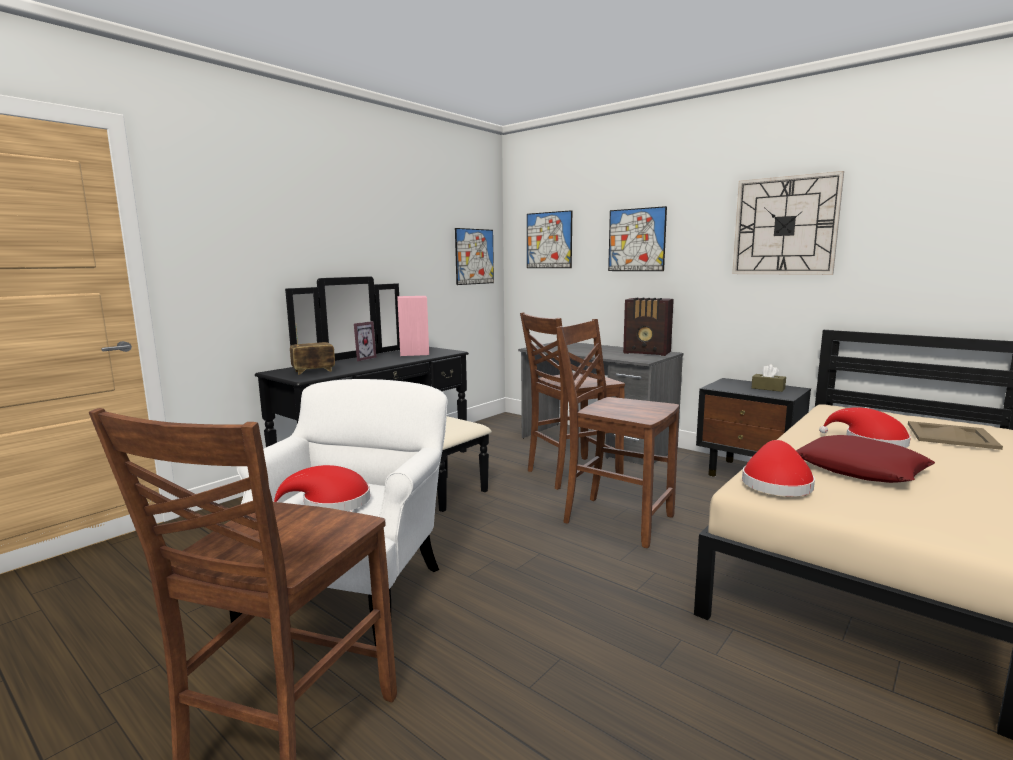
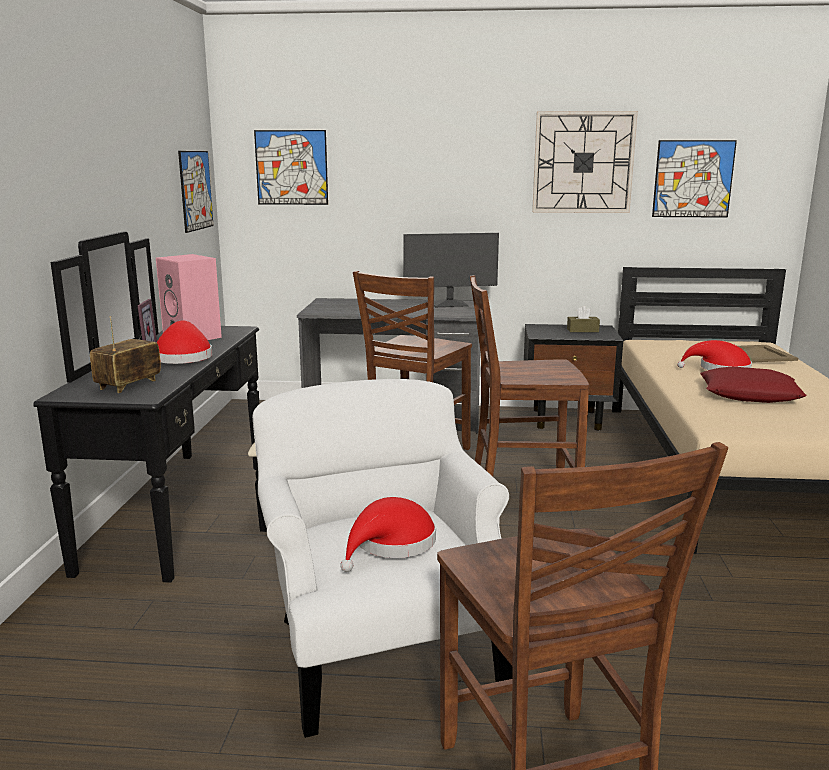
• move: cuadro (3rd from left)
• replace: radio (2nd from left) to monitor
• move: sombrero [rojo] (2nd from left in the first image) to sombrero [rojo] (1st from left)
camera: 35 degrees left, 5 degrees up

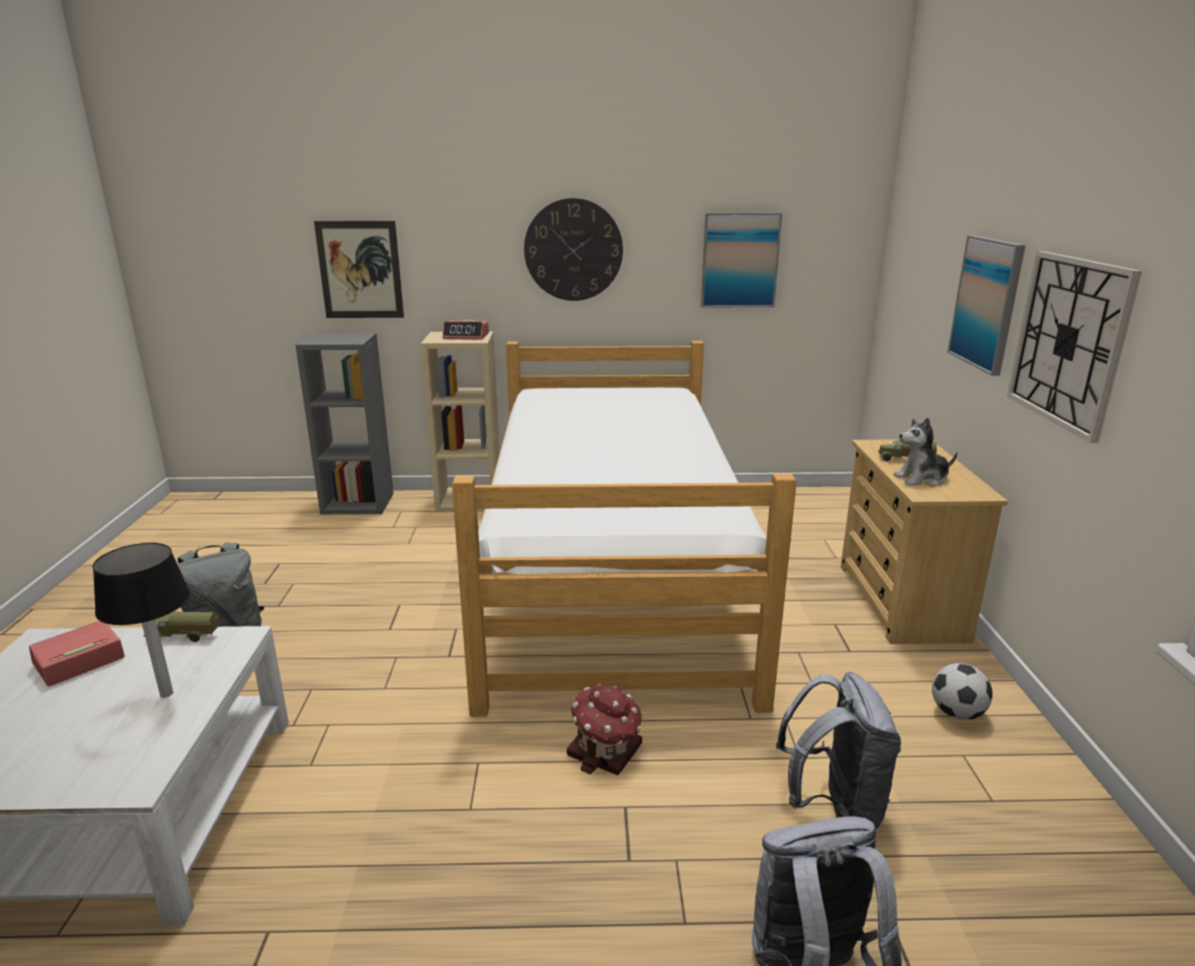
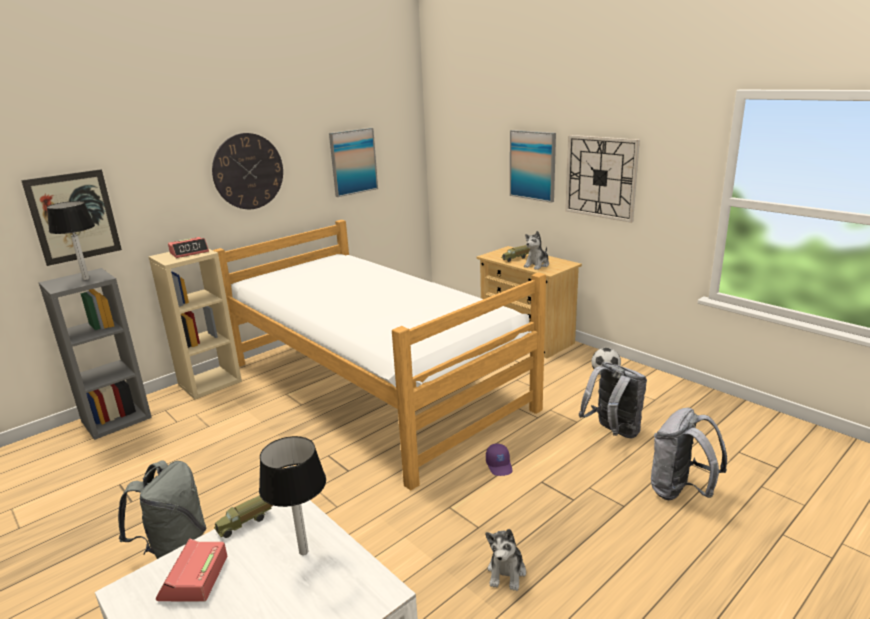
• replace: casita to gorra [morado]
• insert: lámpara de mesa (1st from left)
• insert: peluche (1st from left)
camera: 40 degrees left, 0 degrees up

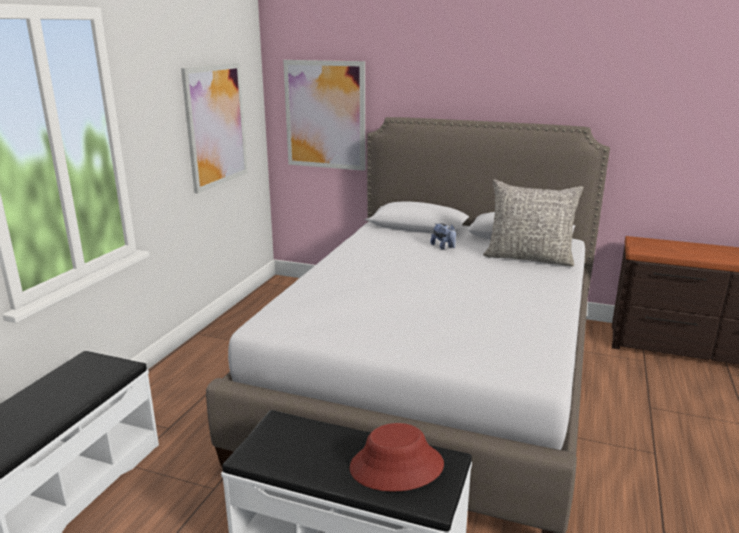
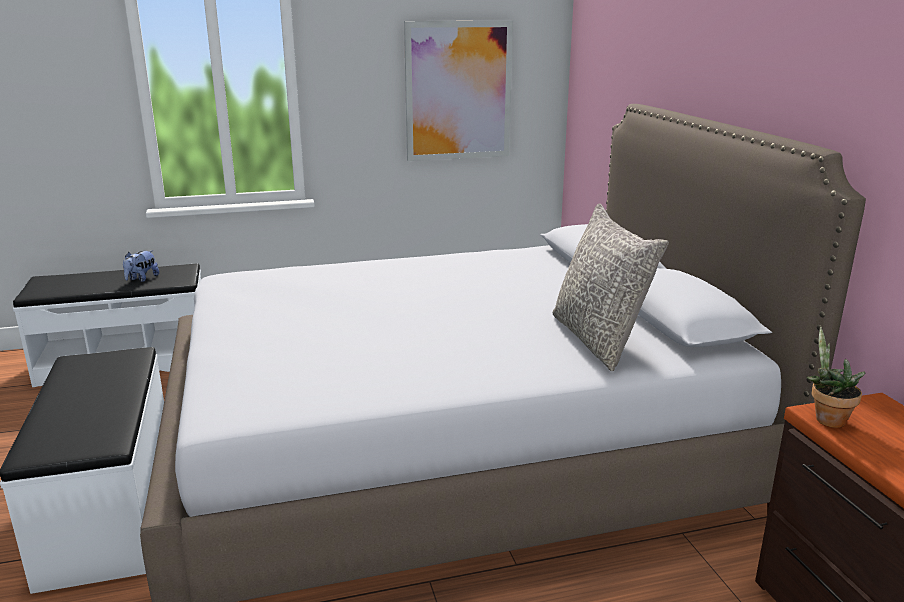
• delete: cuadro (2nd from left)
• move: peluche
• delete: sombrero [rojo]
• insert: planta en maceta
camera: 55 degrees right, 0 degrees up

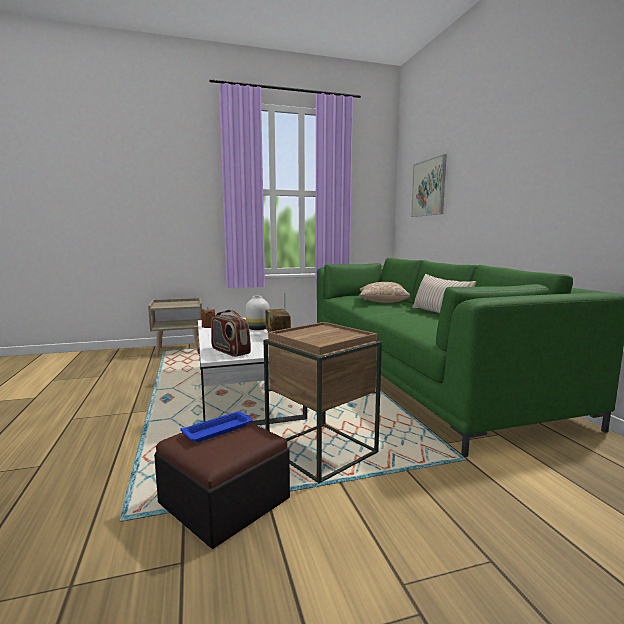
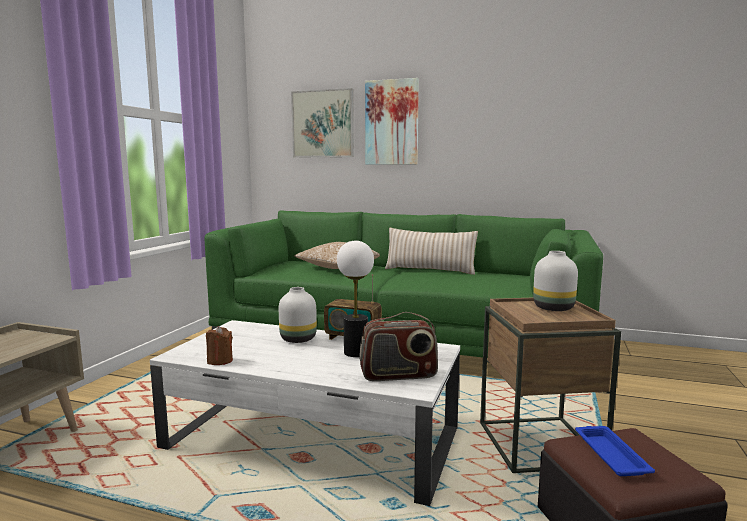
• insert: cuadro (2nd from left)
• insert: lámpara de mesa
• insert: florero [blanco] (2nd from left)
camera: 55 degrees left, 0 degrees up

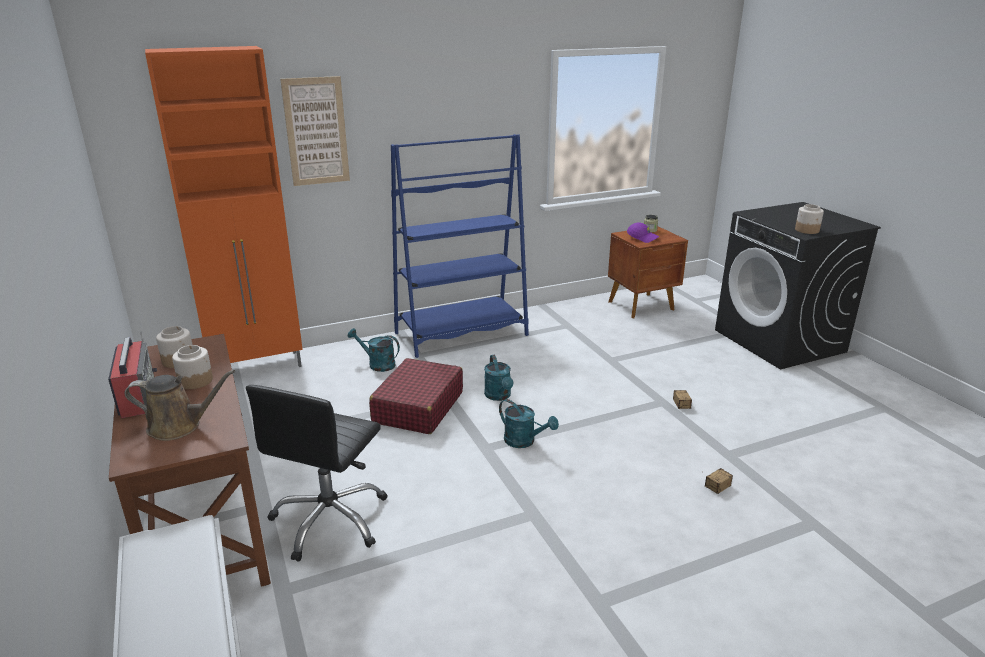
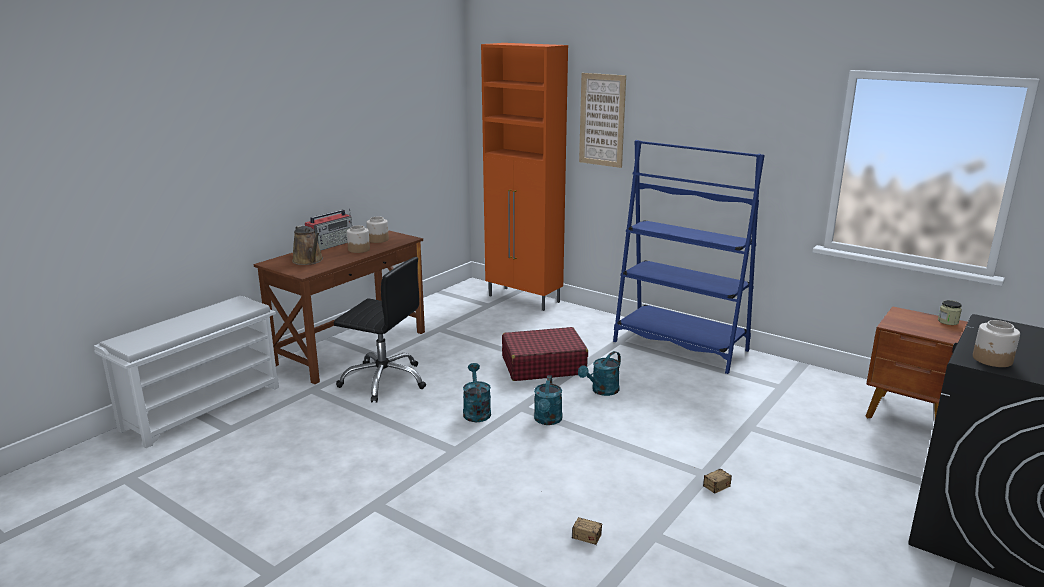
• delete: gorra [morado]
• move: regadera [turquesa] (1st from left)
• rotate: silla de oficina [negro] 150 degrees counterclockwise
camera: 60 degrees right, 5 degrees down

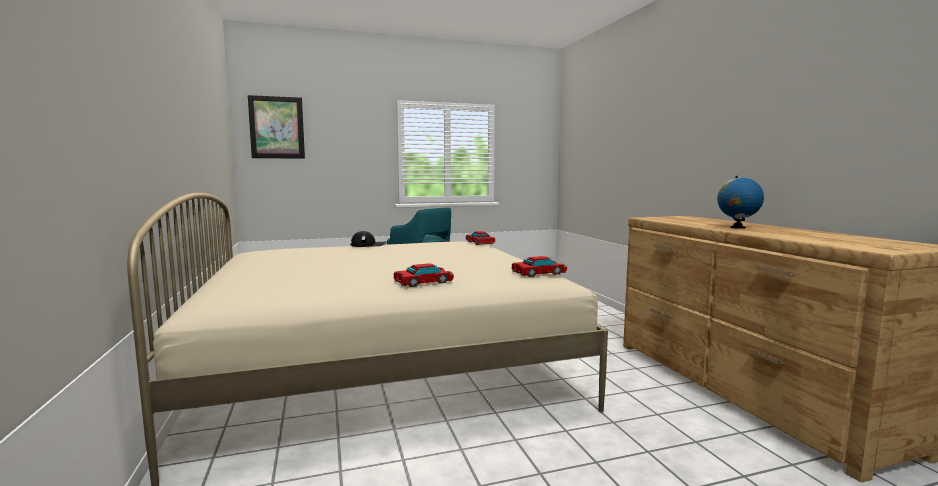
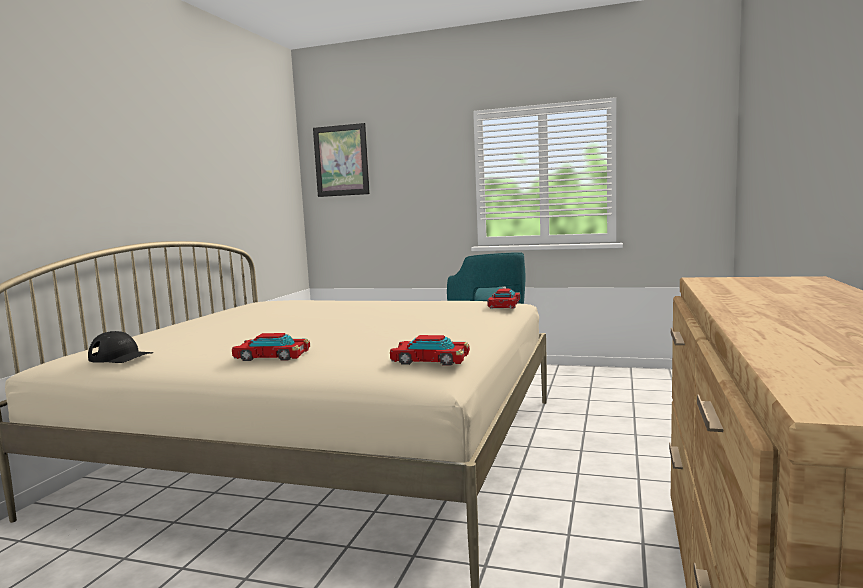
• delete: globo terráqueo
• move: gorra [negro]
camera: 35 degrees right, 0 degrees up

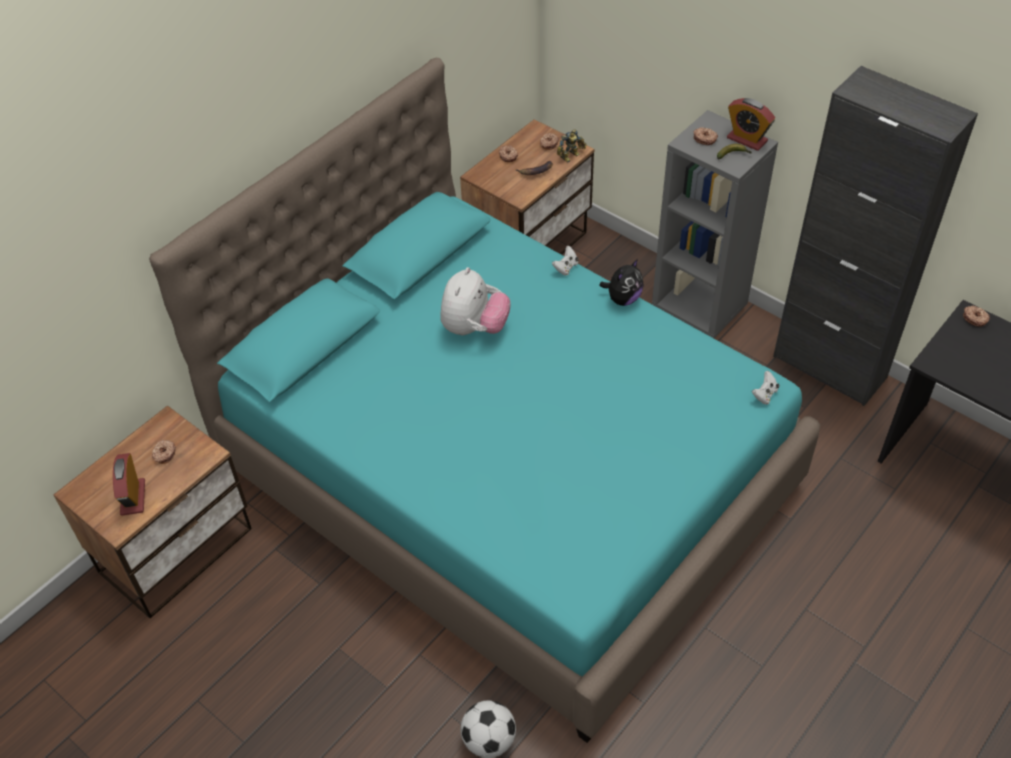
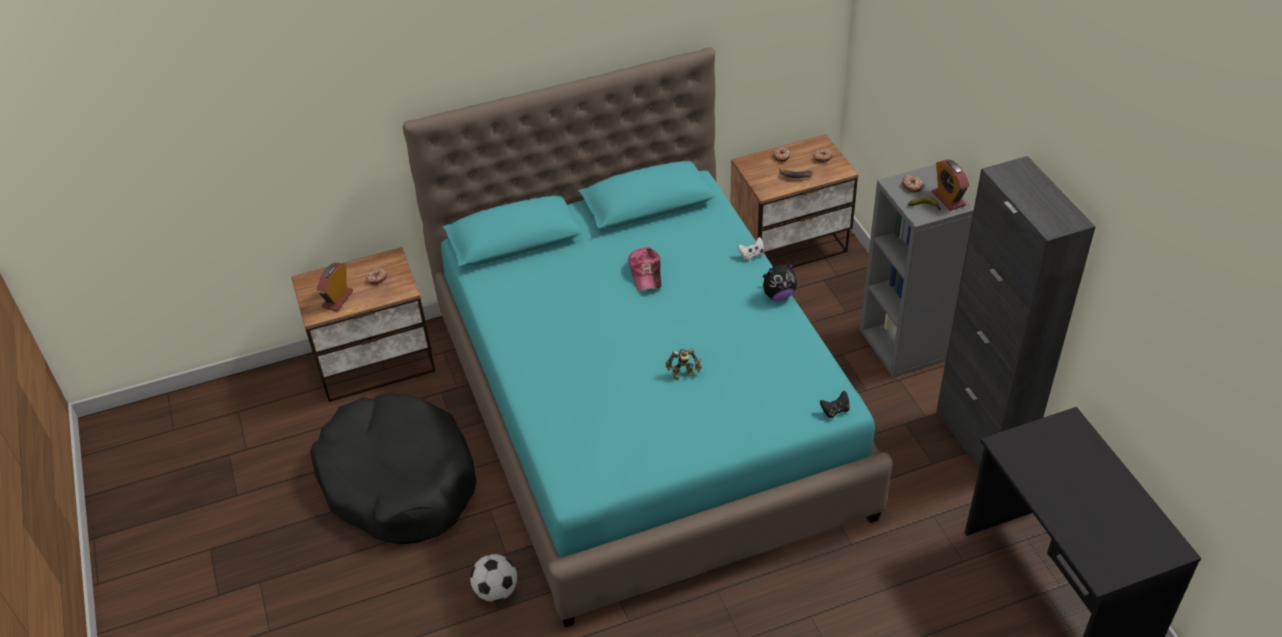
• move: robot de juguete
• replace: peluche (1st from left) to gorra
• delete: rosquilla (5th from left)
• recolor: mando de consola [blanco] (2nd from left) to mando de consola [negro]
• insert: cama para perro [negro]
camera: 30 degrees right, 5 degrees down

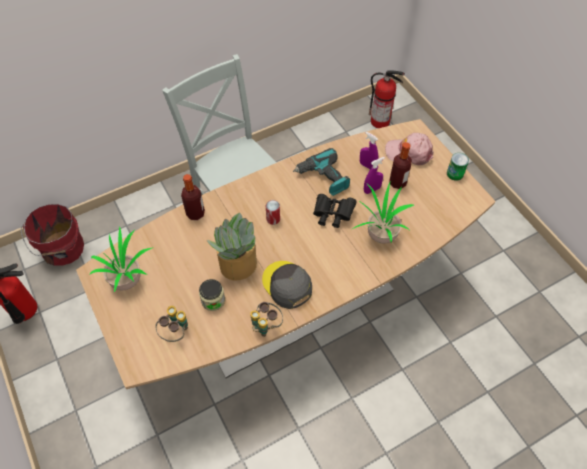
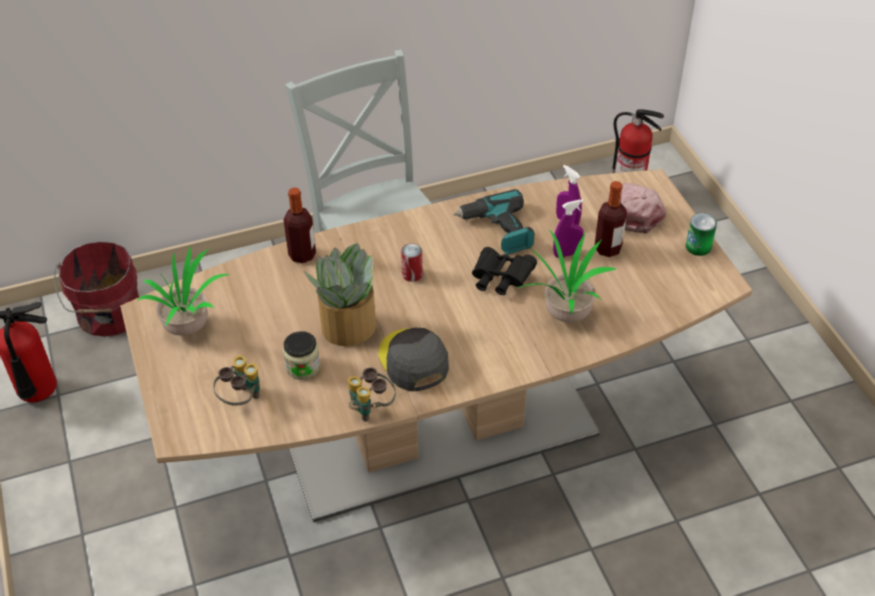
• rotate: gorra [rosa] 60 degrees clockwise
camera: 10 degrees right, 10 degrees down

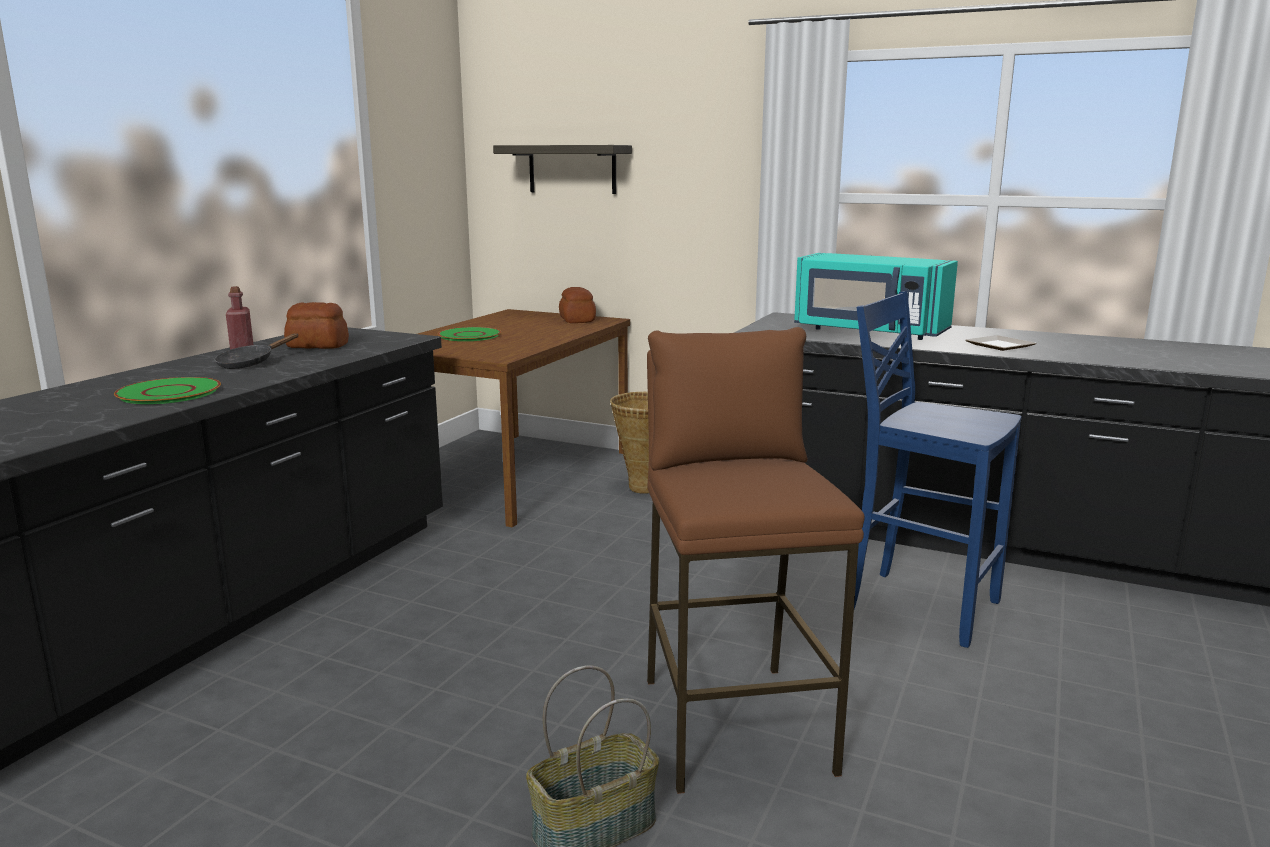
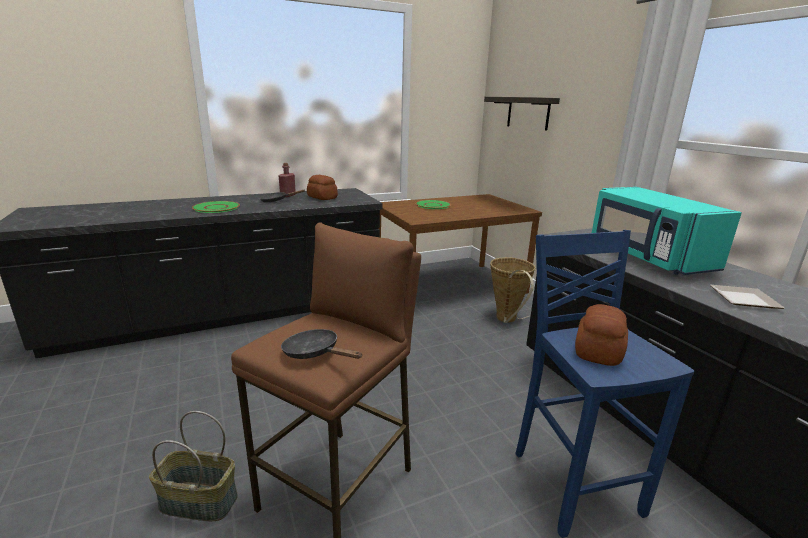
• move: pan (2nd from left)
• insert: sartén [negro] (2nd from left)
camera: 40 degrees right, 5 degrees up

